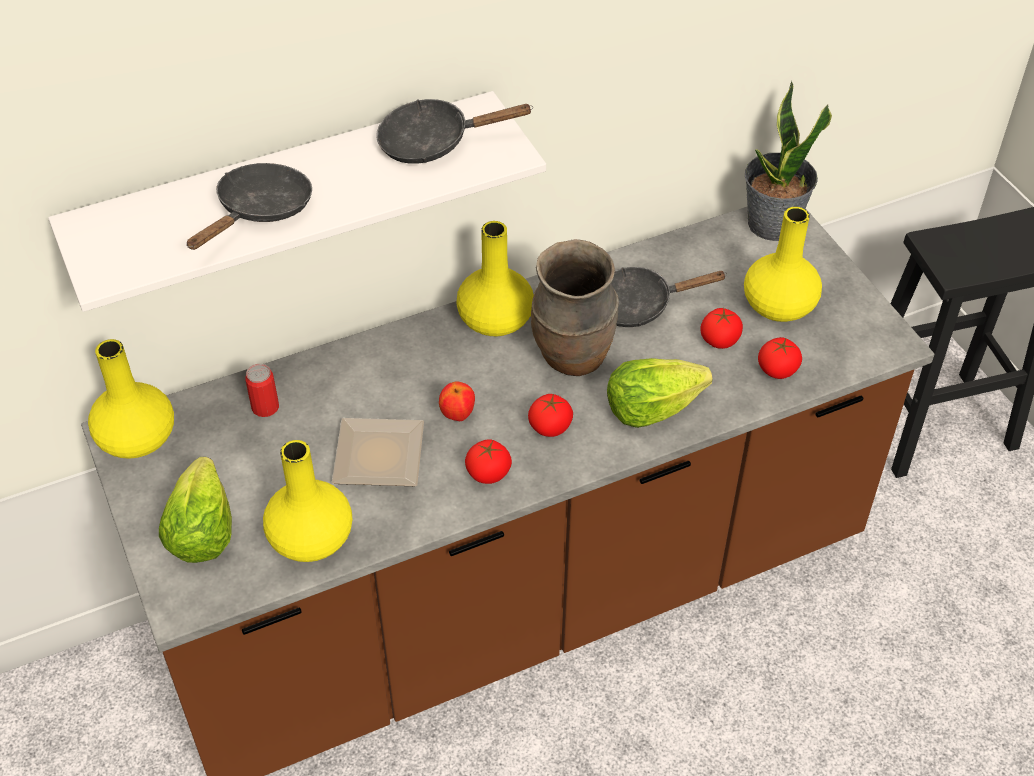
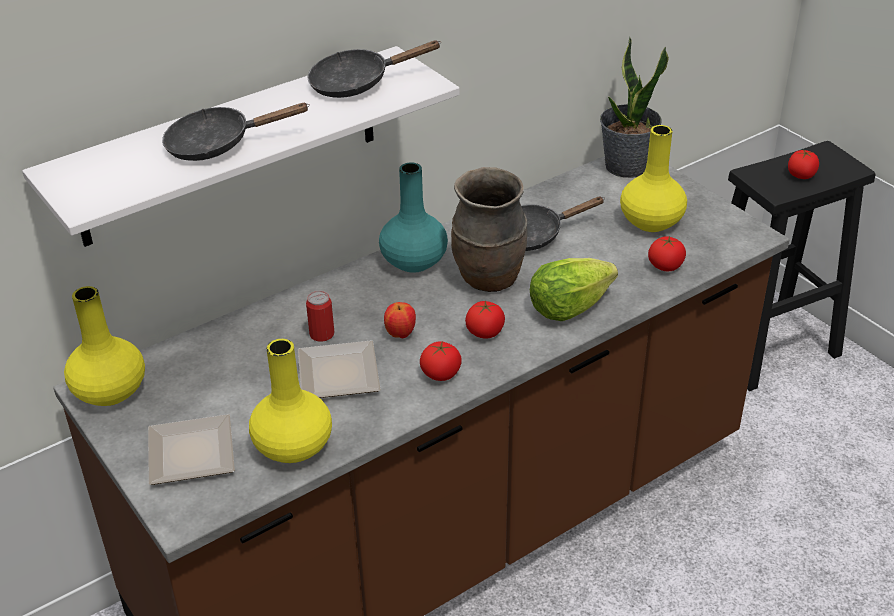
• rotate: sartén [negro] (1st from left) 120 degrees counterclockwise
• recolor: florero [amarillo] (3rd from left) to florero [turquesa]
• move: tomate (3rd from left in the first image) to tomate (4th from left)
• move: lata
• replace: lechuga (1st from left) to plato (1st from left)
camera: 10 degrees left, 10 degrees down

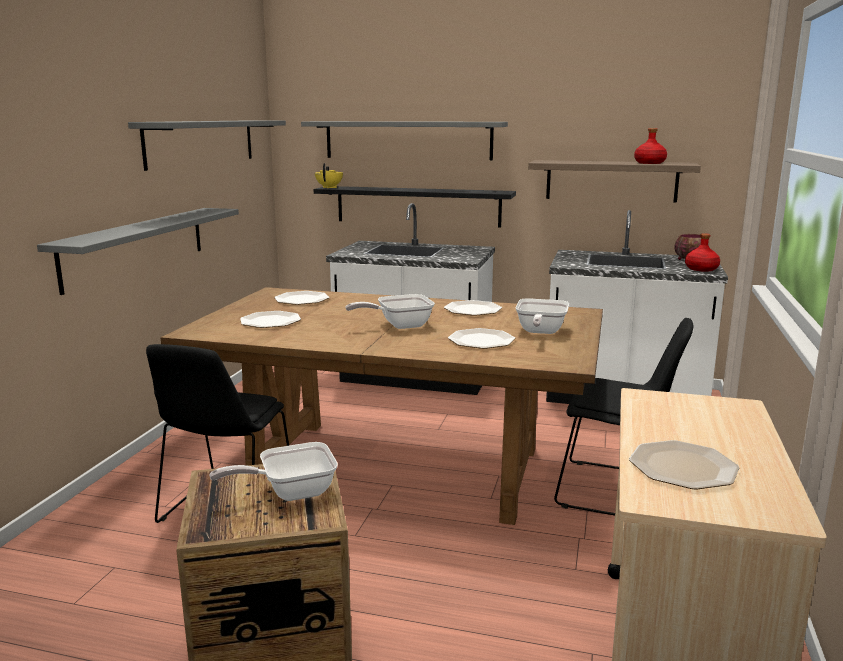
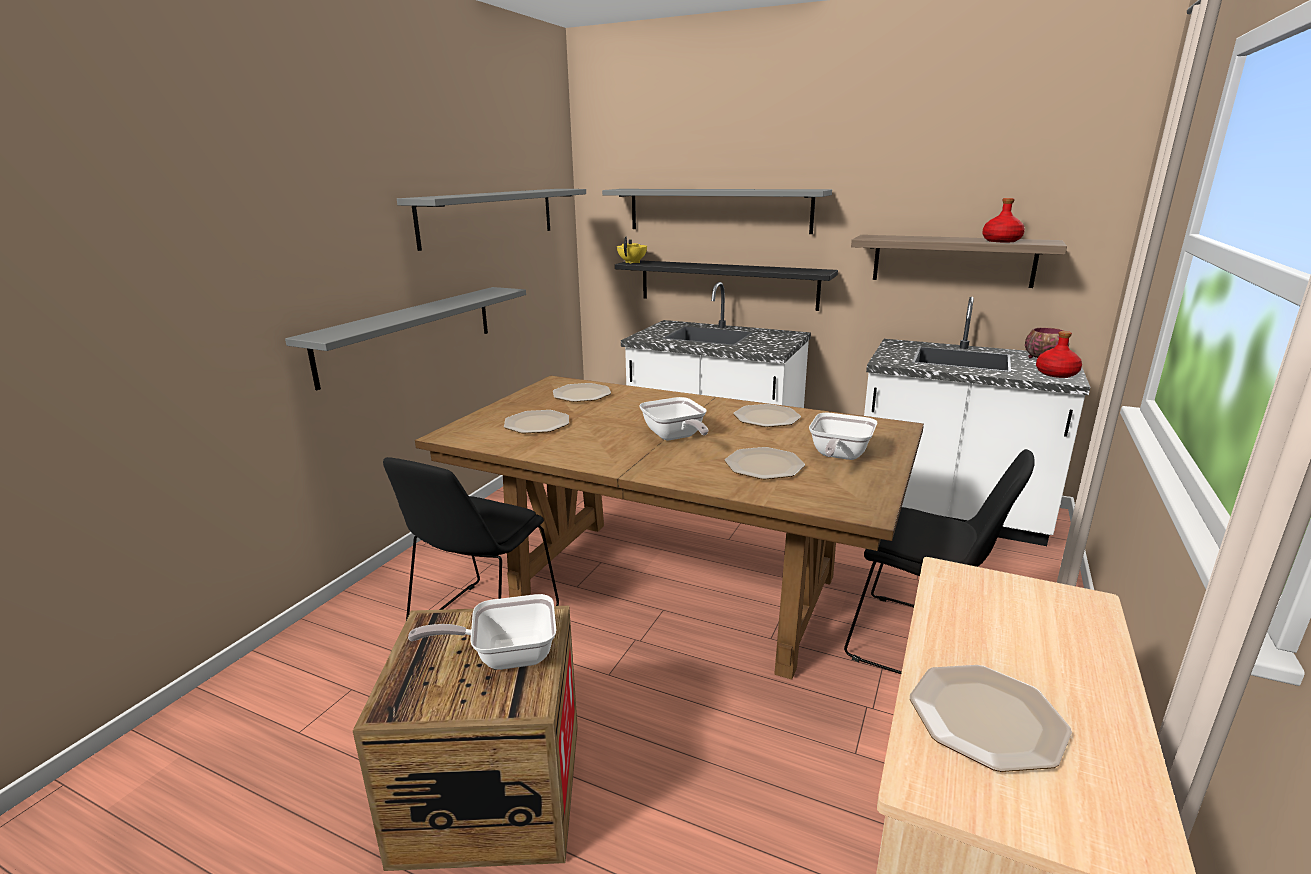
• rotate: sartén (2nd from left) 105 degrees counterclockwise
camera: 10 degrees right, 5 degrees up

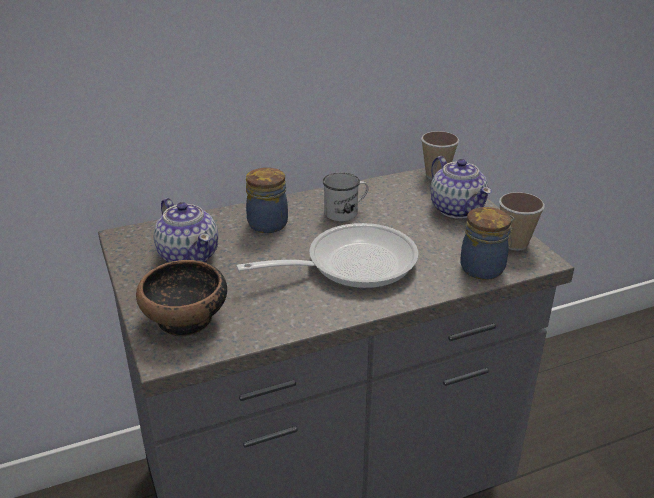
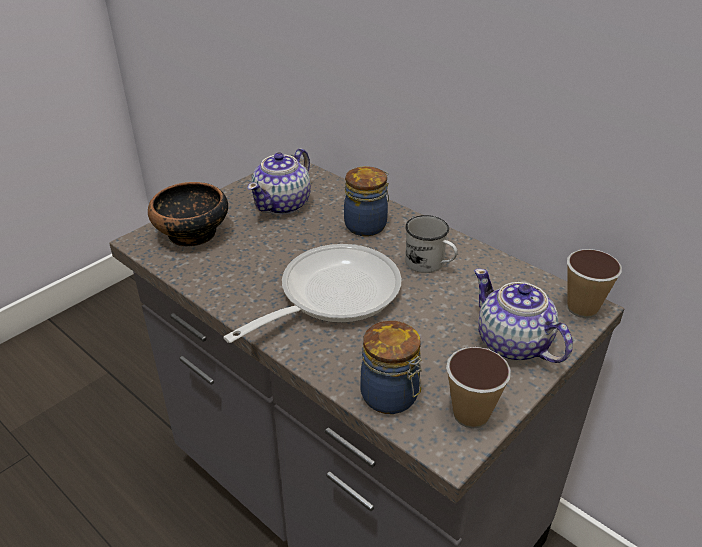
• rotate: tetera (2nd from left) 105 degrees clockwise
• rotate: sartén 90 degrees counterclockwise
camera: 65 degrees right, 5 degrees up

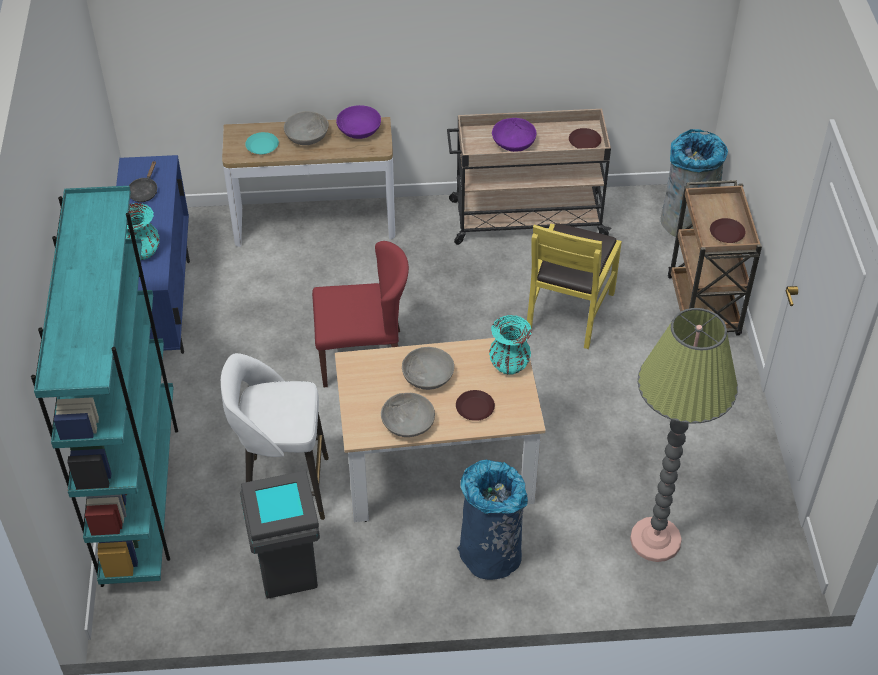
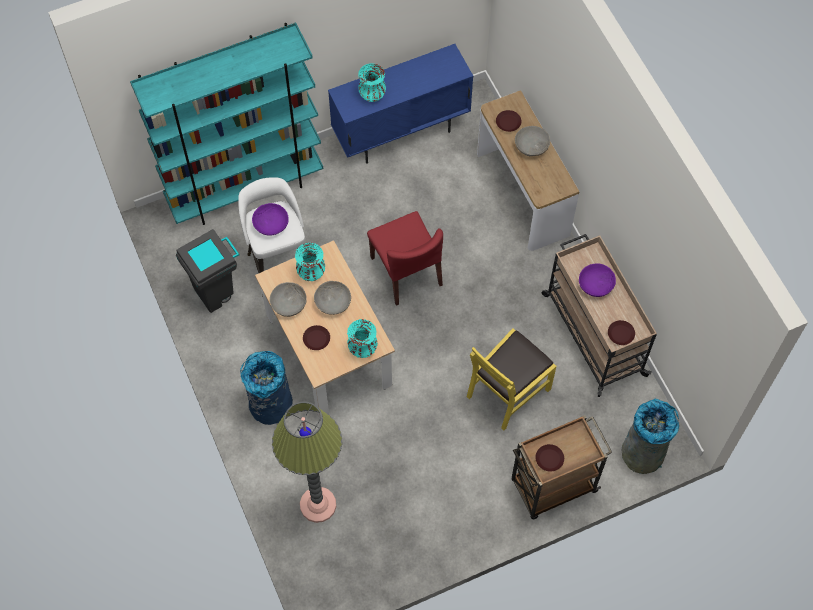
• move: cuenco [morado] (1st from left)
• recolor: plato [turquesa] to plato [marrón] (2nd from left)
• delete: sartén [negro]
• rotate: silla [amarillo] 45 degrees counterclockwise
• insert: florero [turquesa] (1st from left)
camera: 70 degrees right, 15 degrees up

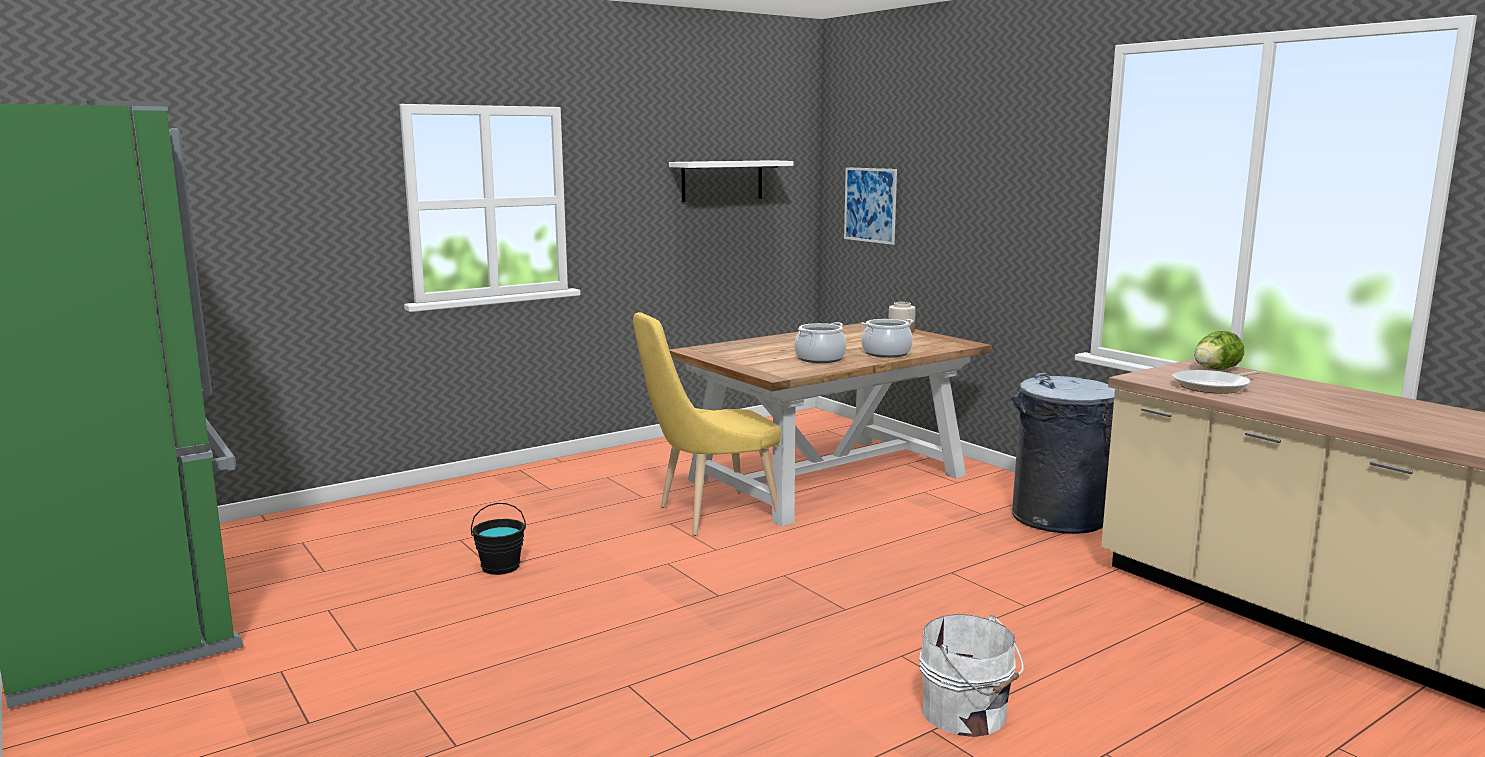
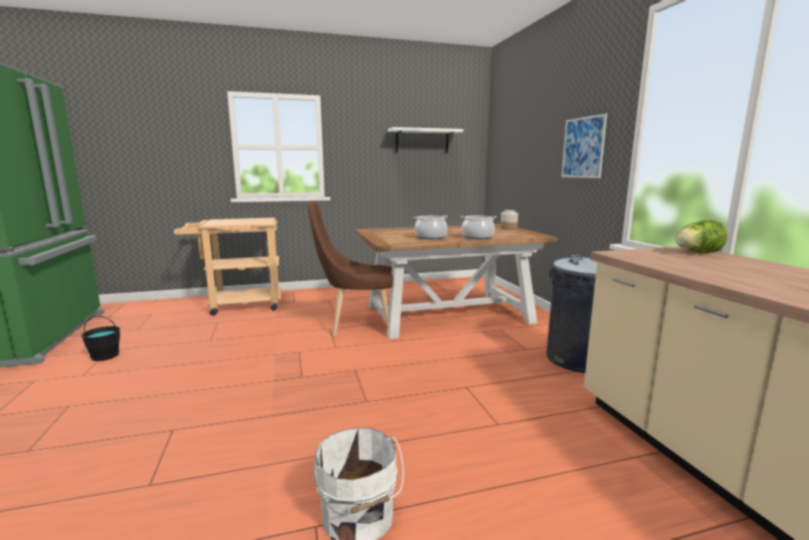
• move: cuadro
• recolor: silla [amarillo] to silla [marrón]
• delete: sartén
• move: cubo [negro]
• insert: carrito [beis]
camera: 20 degrees right, 0 degrees up

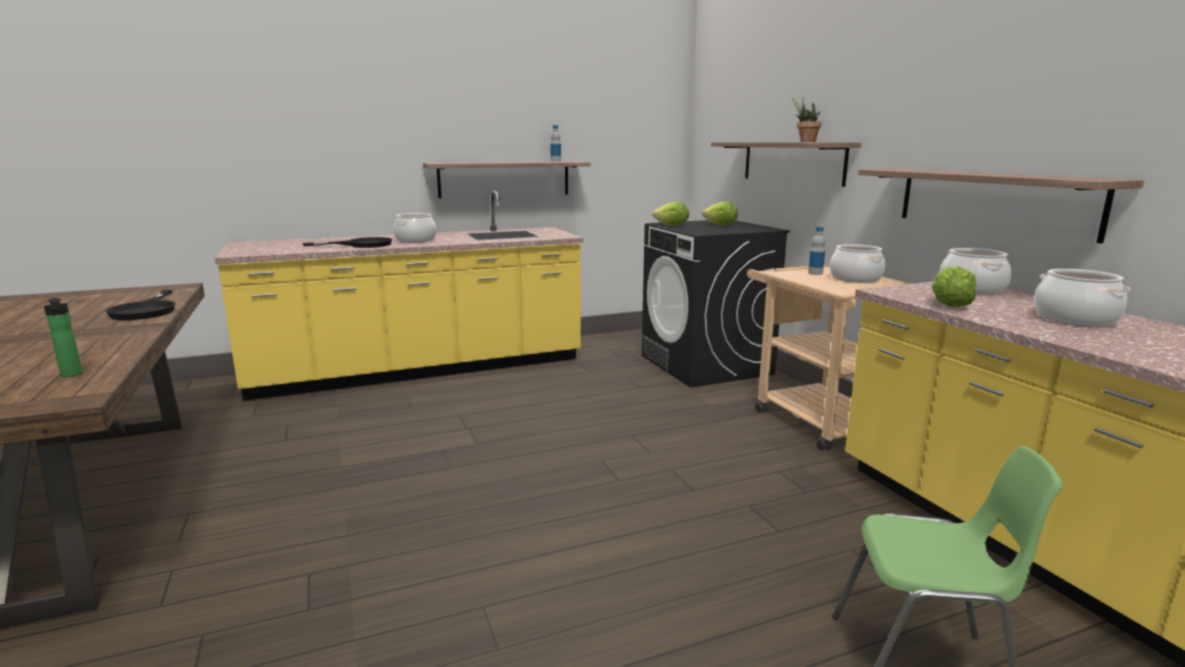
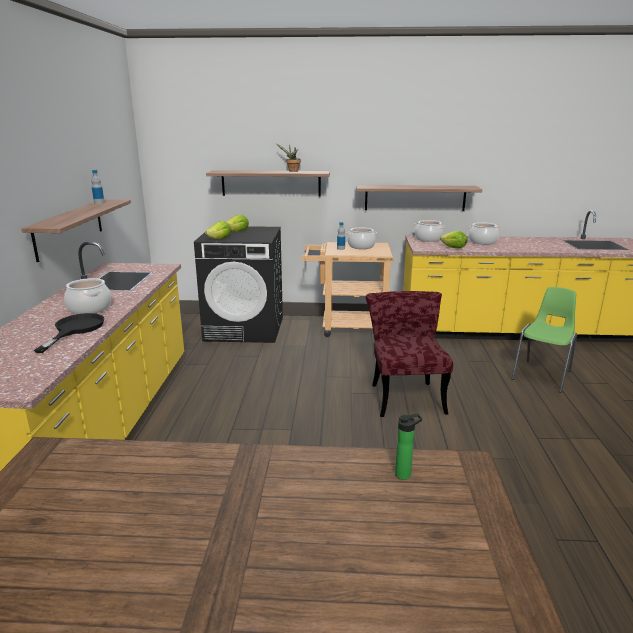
• delete: sartén [negro] (1st from left)
• insert: silla [rojo]
camera: 65 degrees left, 5 degrees up

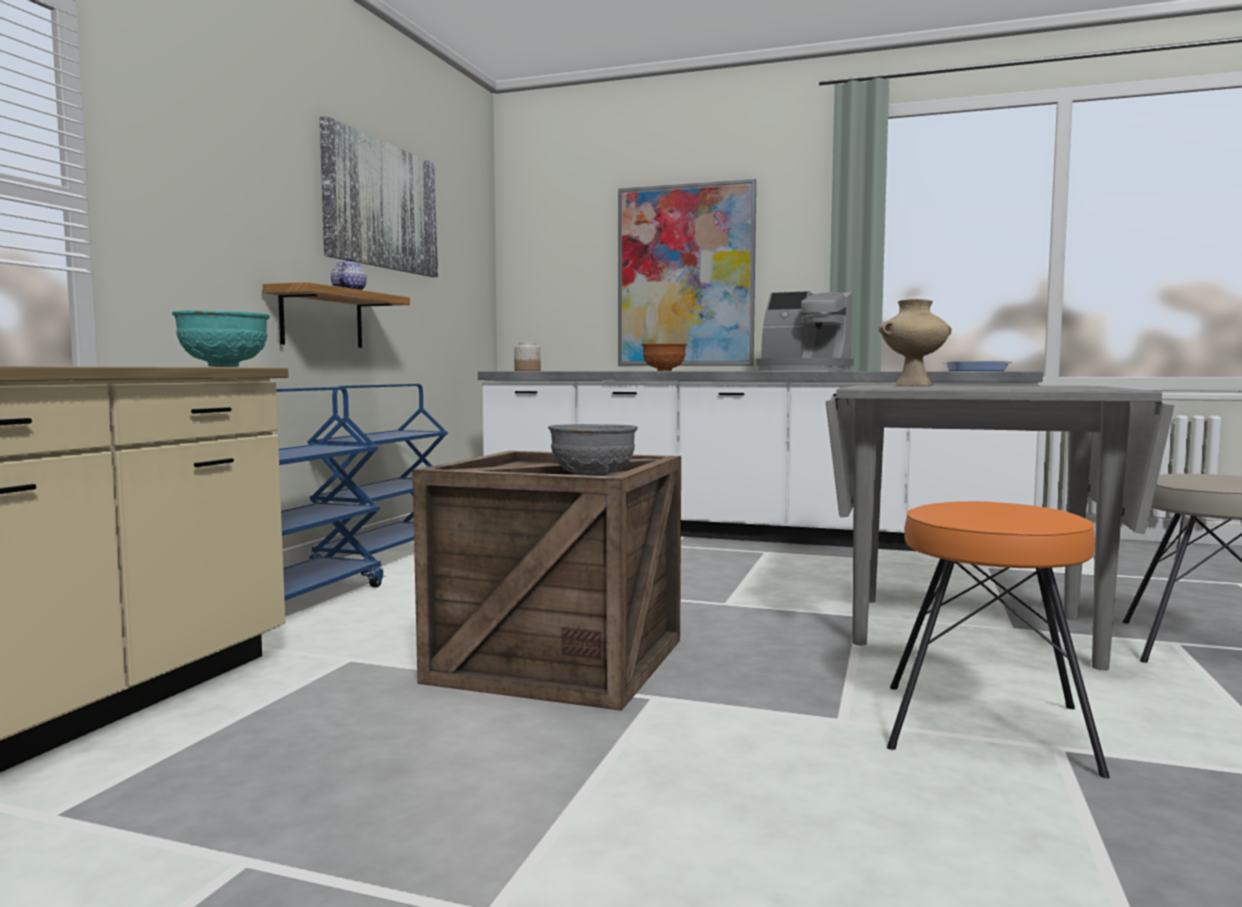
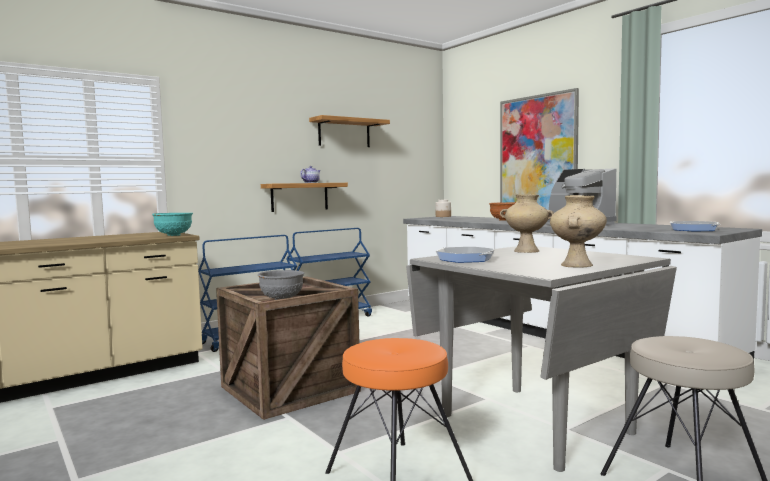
• replace: cuadro (1st from left) to estante (2nd from left)
• insert: florero [beis] (2nd from left)
• insert: sartén (1st from left)
camera: 35 degrees right, 0 degrees up

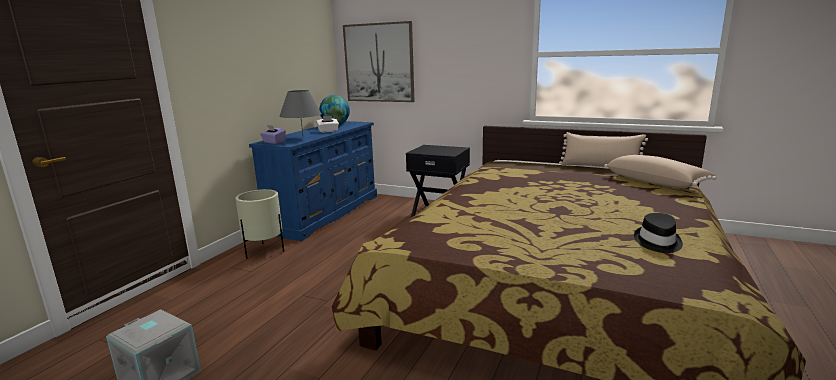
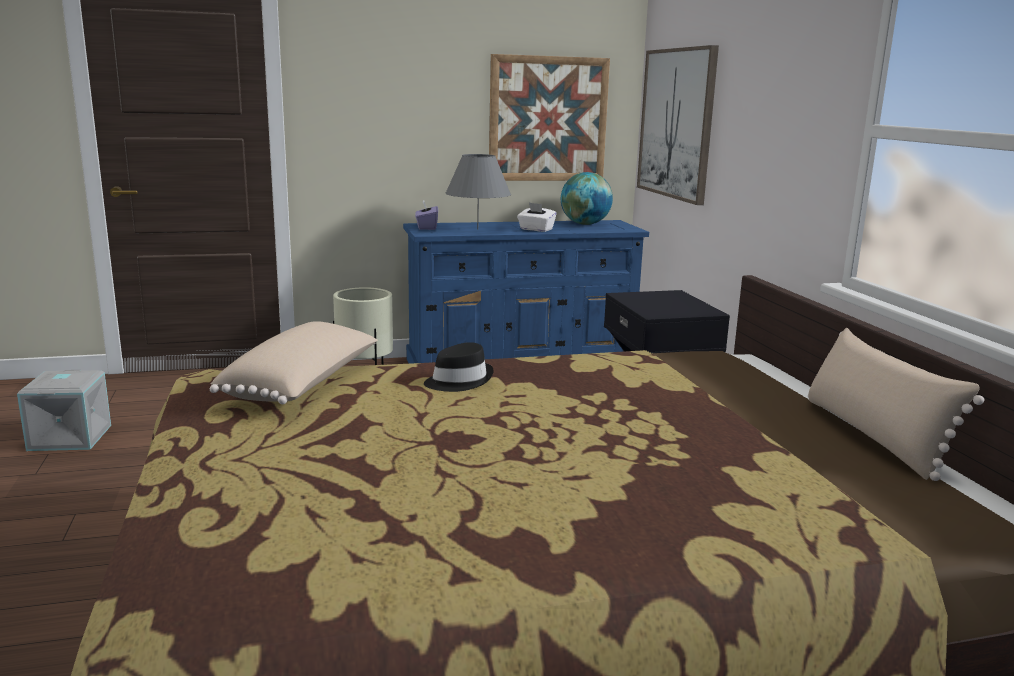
• move: cojín [beis] (2nd from left in the first image) to cojín [beis] (1st from left)
• move: sombrero [negro]
• insert: cuadro (1st from left)
camera: 50 degrees right, 0 degrees up

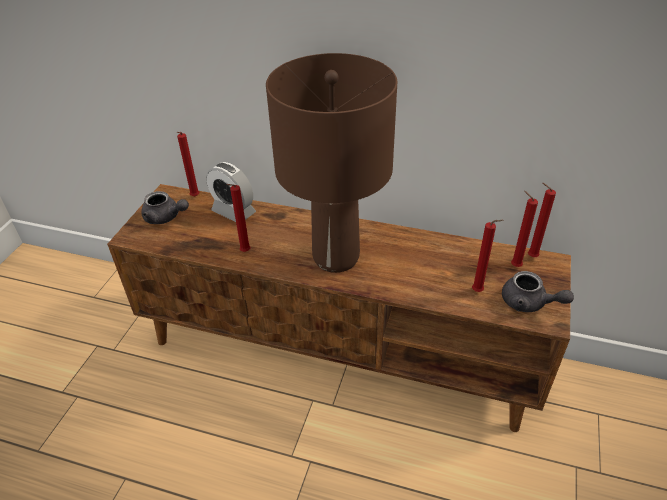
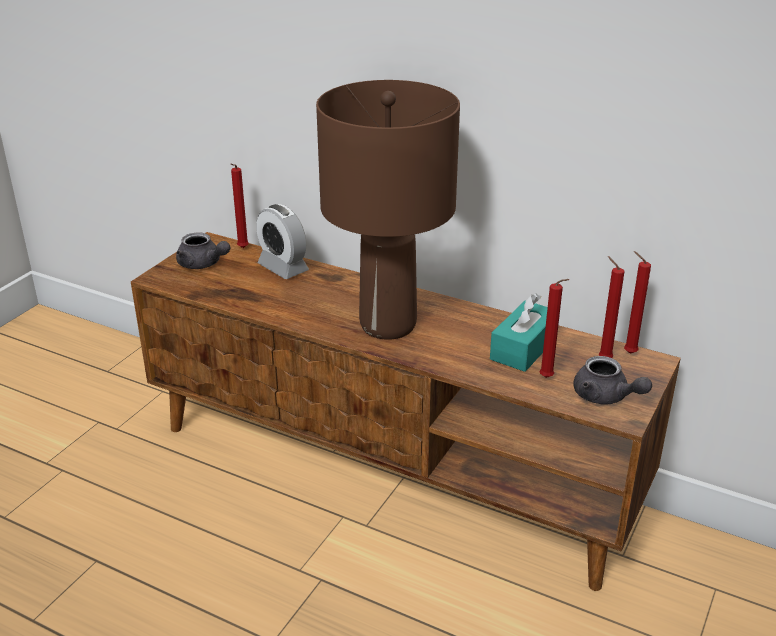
• delete: vela [rojo] (2nd from left)
• insert: caja de pañuelos [turquesa]
camera: 10 degrees right, 10 degrees down

